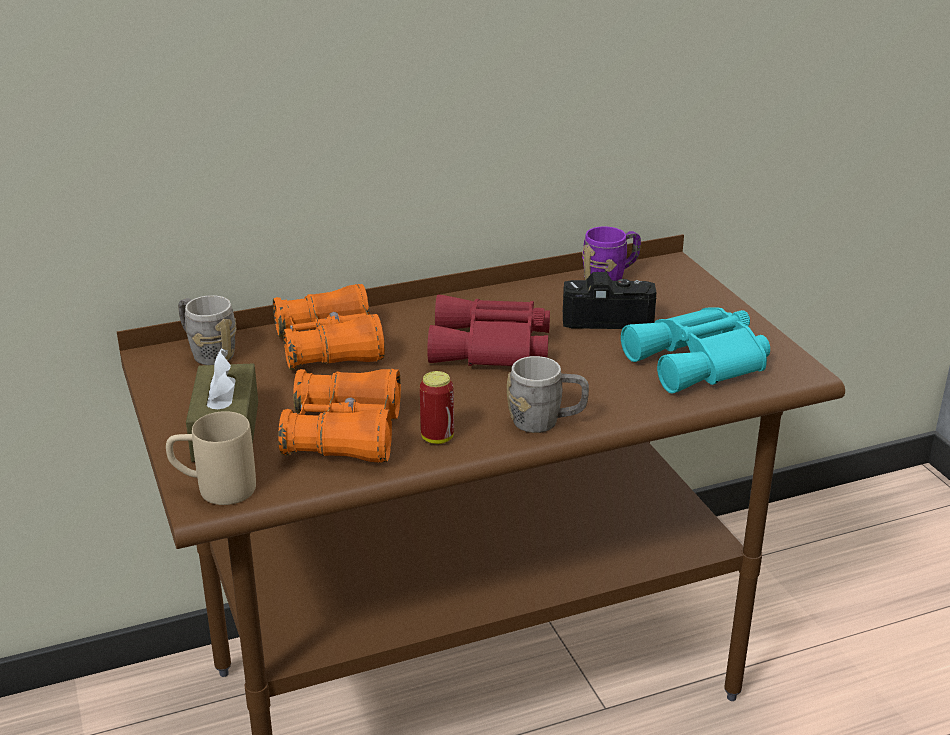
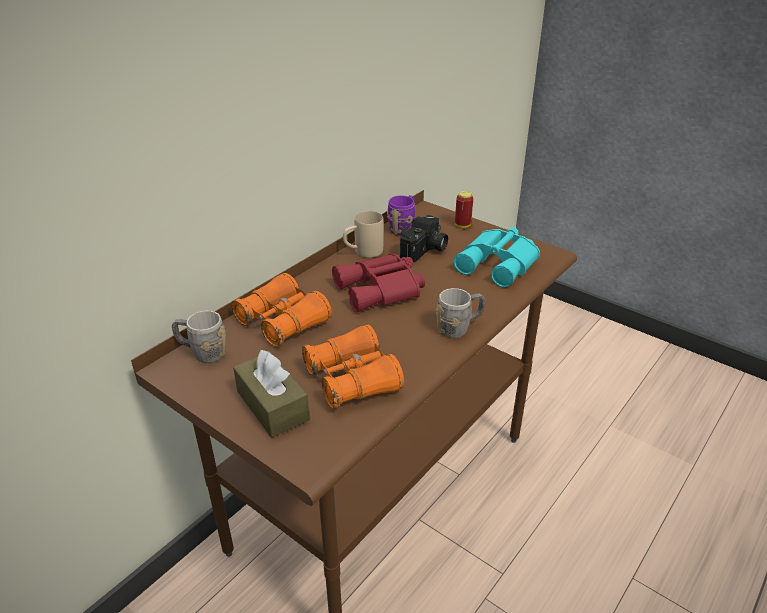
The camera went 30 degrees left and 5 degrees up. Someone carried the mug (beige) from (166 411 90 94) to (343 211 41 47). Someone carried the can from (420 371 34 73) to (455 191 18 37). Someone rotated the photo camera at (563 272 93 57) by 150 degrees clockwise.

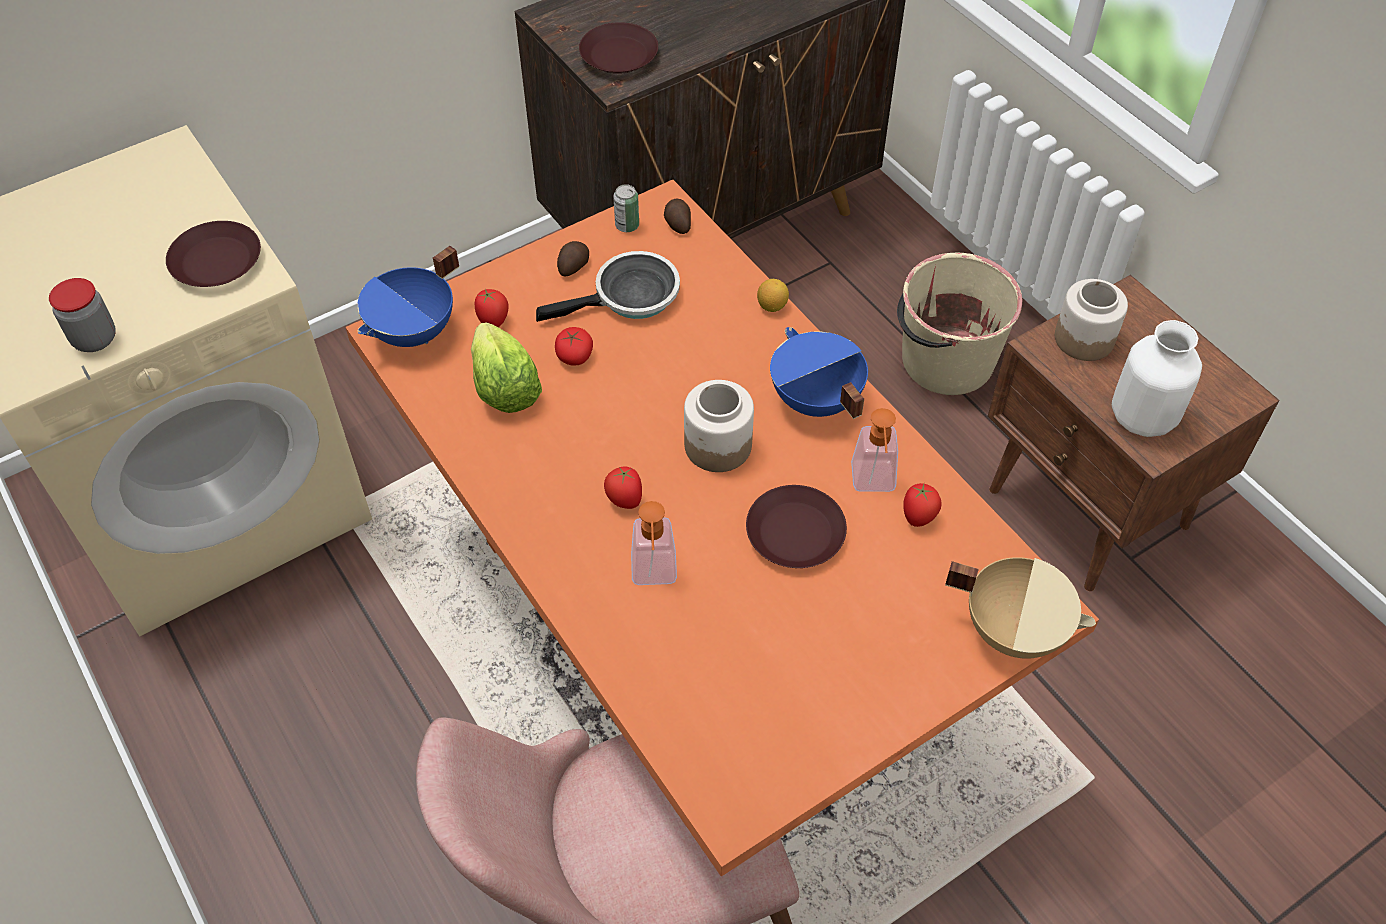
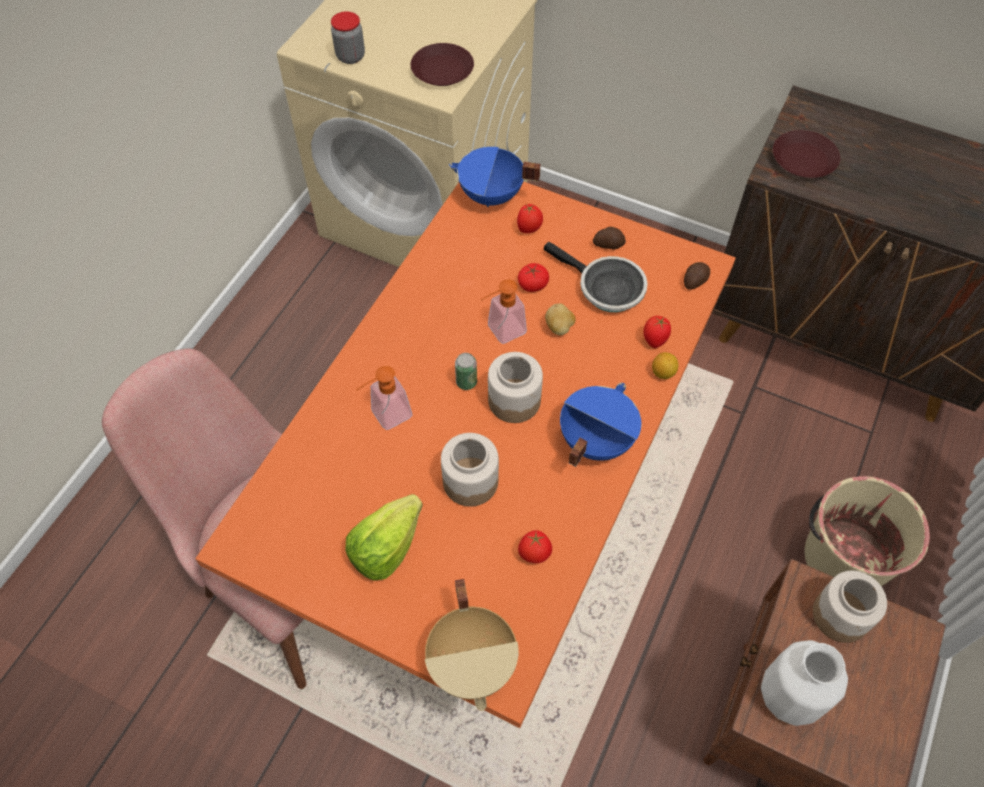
The camera went 60 degrees right and 5 degrees up. Someone carried the lettuce from (471 322 71 91) to (346 494 77 87). Someone carried the tomato from (604 466 38 43) to (643 316 28 32). Someone carried the can from (613 184 26 48) to (455 353 22 37). Someone swapped the plate (brown) at (746 485 101 83) for the jar at (441 433 58 74). Someone carried the soap dispenser from (851 408 47 84) to (481 279 46 65). Someone put down the potato at (545 303 31 32).

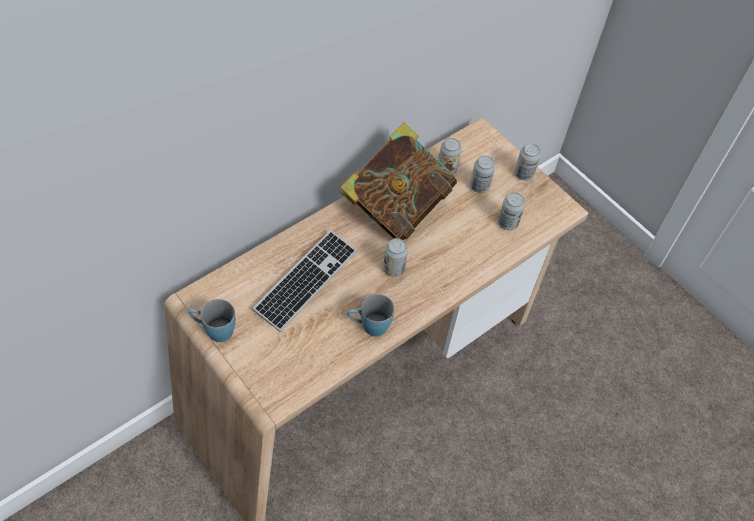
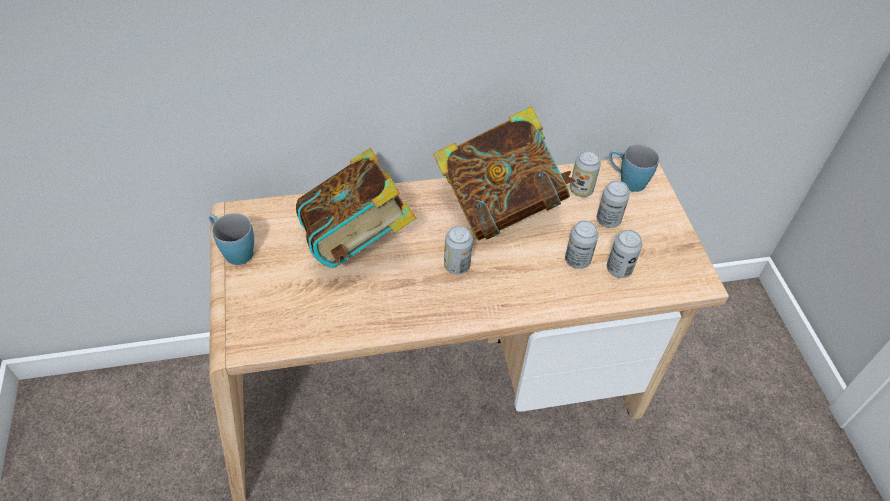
The camera went 30 degrees right and 5 degrees down. Someone swapped the keyboard at (253 230 104 102) for the book at (296 148 121 120). Someone carried the mug (blue) from (347 294 47 42) to (609 144 50 48). Someone carried the can from (514 143 27 38) to (565 220 34 49).

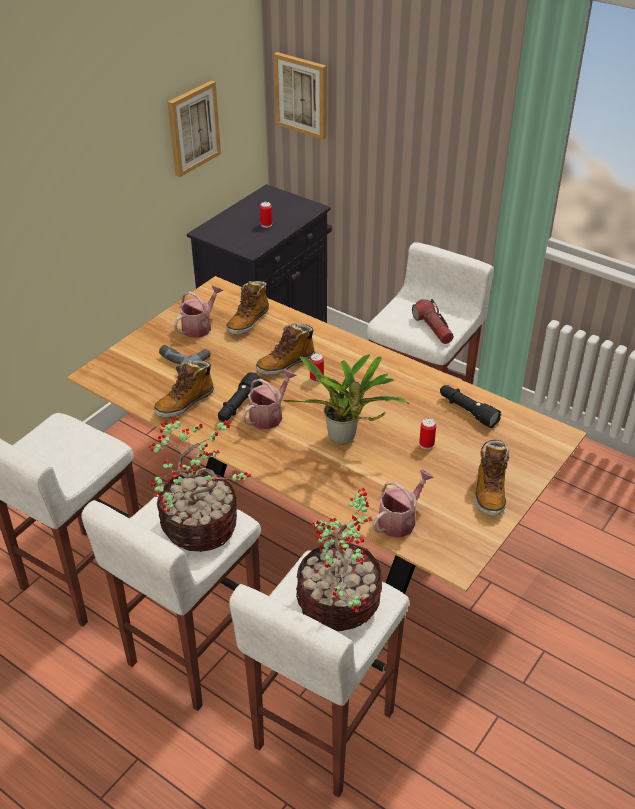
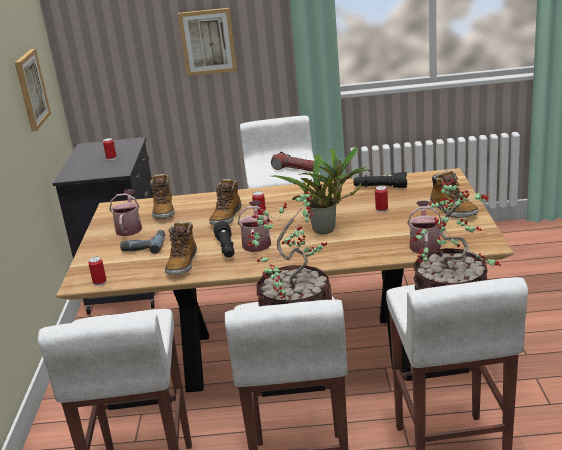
The camera went 35 degrees left and 15 degrees down. Someone carried the picture from (274 52 53 88) to (178 8 59 68). Someone put down the can at (88 256 19 30).

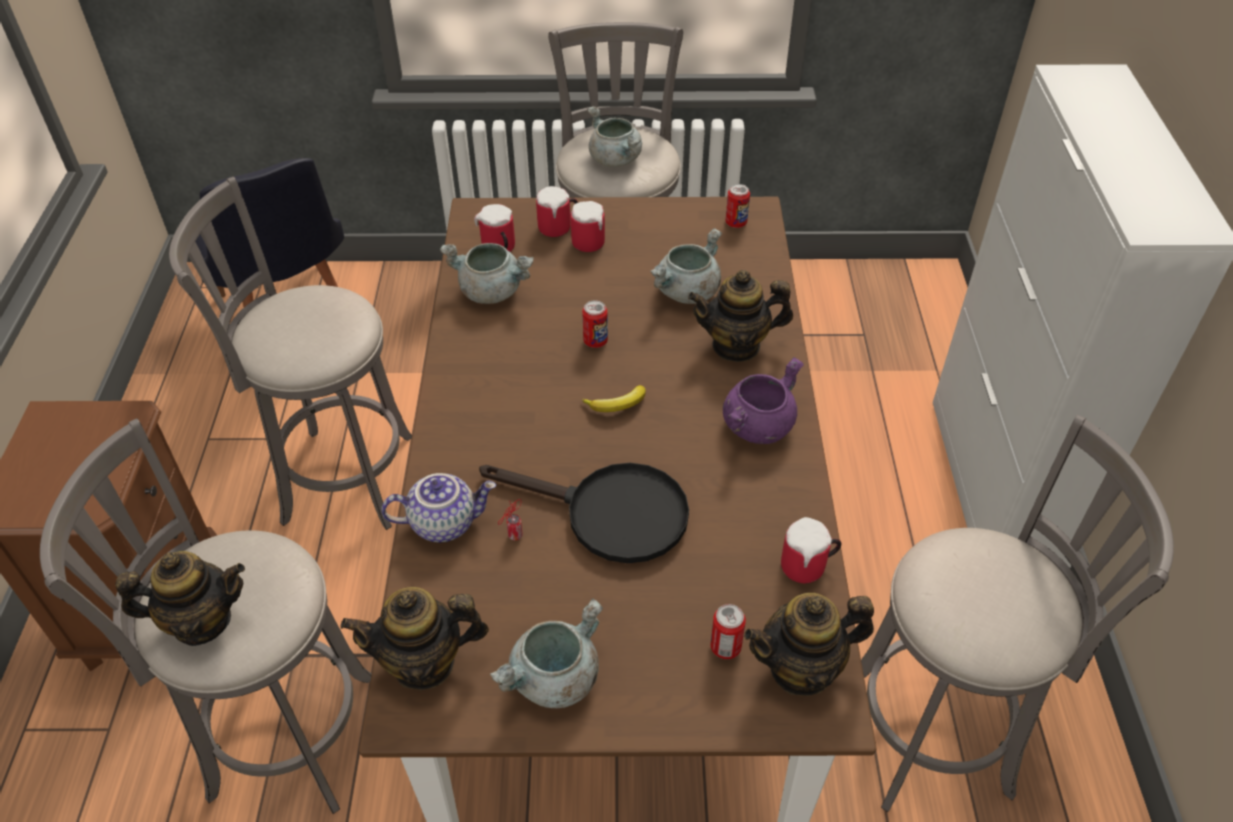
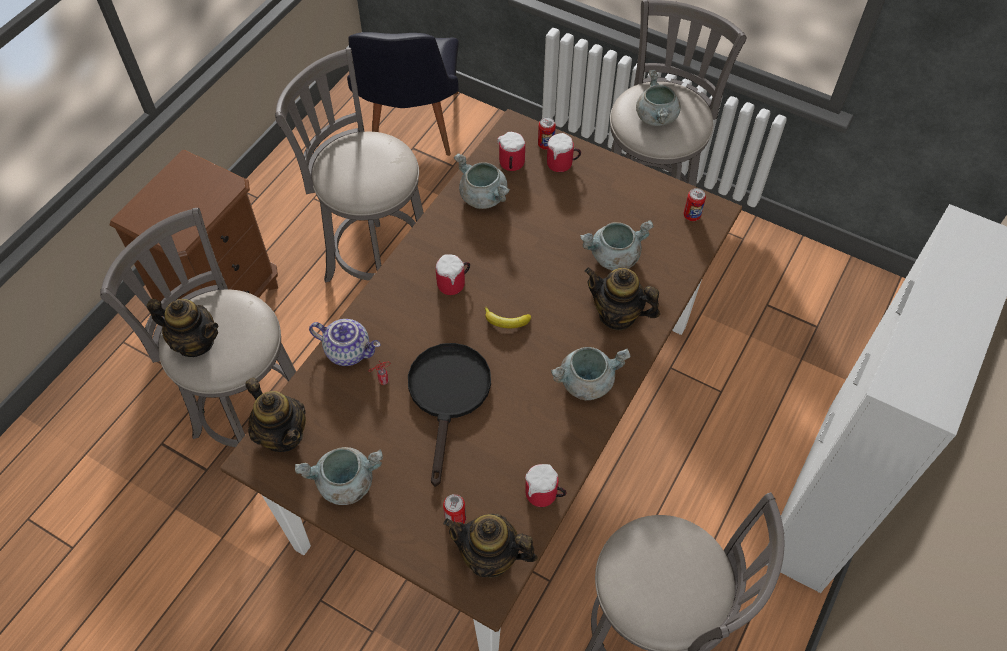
The camera went 30 degrees right and 10 degrees up. Someone rotated the teapot at (340 587 149 103) by 150 degrees counterclockwise. Someone rotated the frying pan (black) at (479 463 210 100) by 135 degrees counterclockwise. Someone carried the mug from (571 201 34 51) to (436 254 34 41). Someone carried the can from (582 300 26 48) to (538 117 18 33). Someone repainted the cooking pot (purple) at (723 357 80 87), which became the cooking pot (grey) at (551 347 79 53).

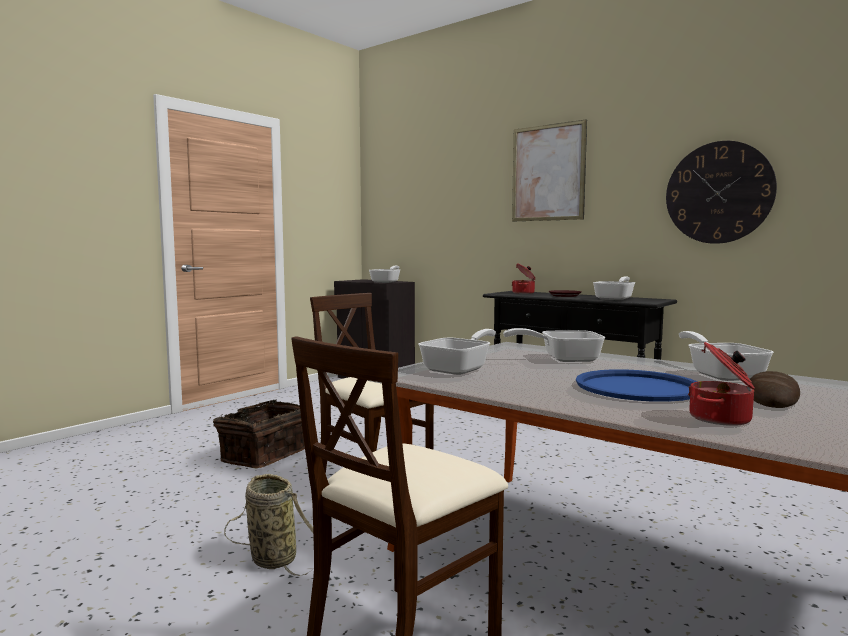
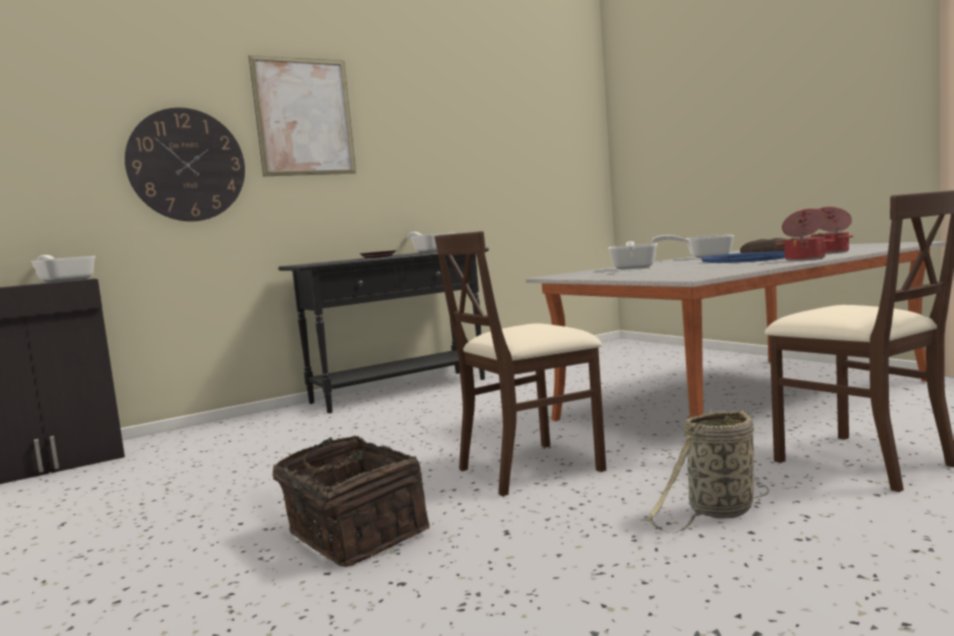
The camera went 70 degrees left and 0 degrees up. Someone took away the frying pan at (418 329 78 46). Someone carried the cooking pot from (512 264 23 30) to (776 209 58 52). Someone carried the wall clock from (666 141 111 103) to (125 108 120 114).

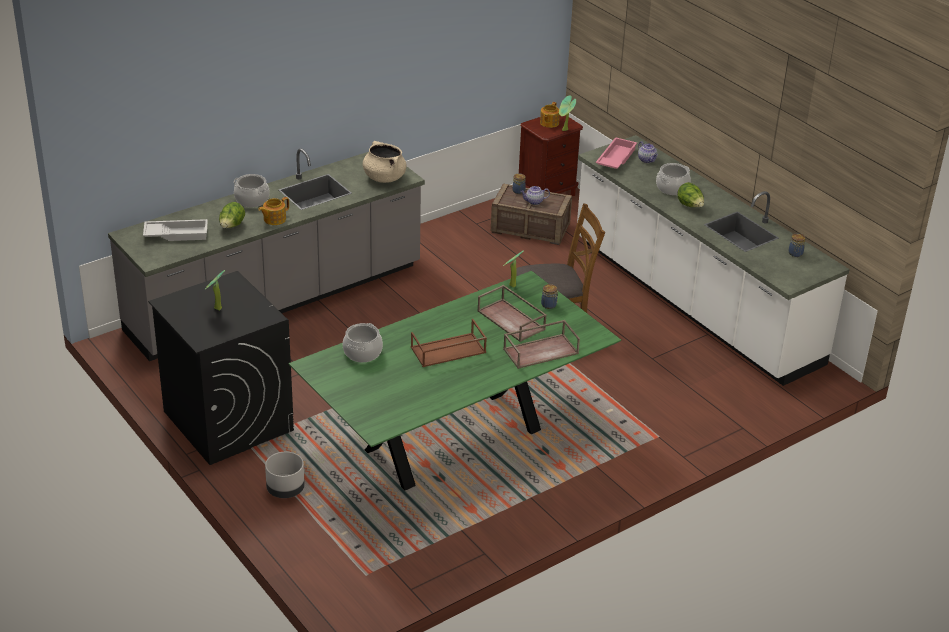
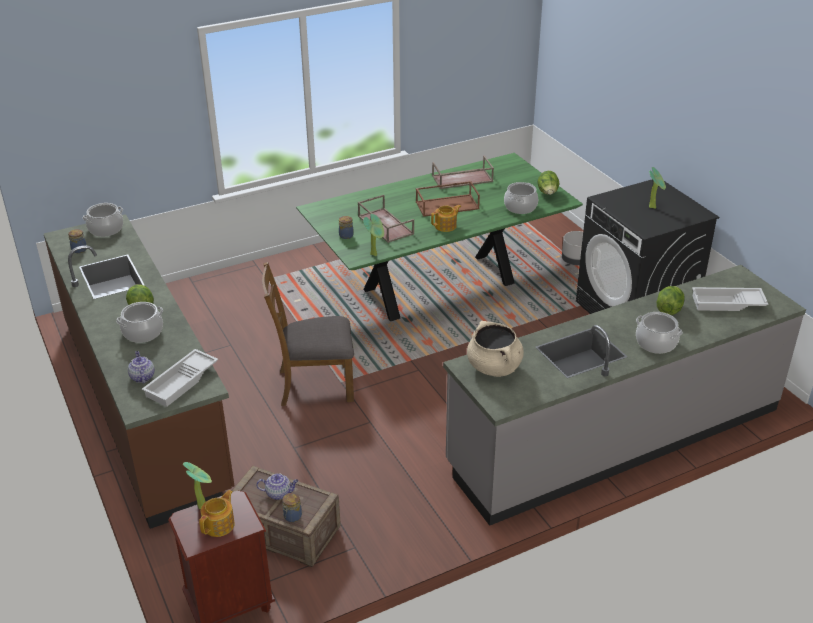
The camera went 170 degrees left and 0 degrees up. Someone carried the teapot from (258 197 31 28) to (431 205 30 27). Someone carried the tray (brown) from (503 320 77 49) to (432 155 62 34). Someone repainted the counter (white) at (577 135 273 251), which became the counter (brown) at (44 214 191 315). Someone repainted the tray (pink) at (596 137 41 32), which became the tray (white) at (142 349 76 58). Someone put down the cooking pot at (83 203 40 34). Someone put down the lettuce at (538 171 22 24).

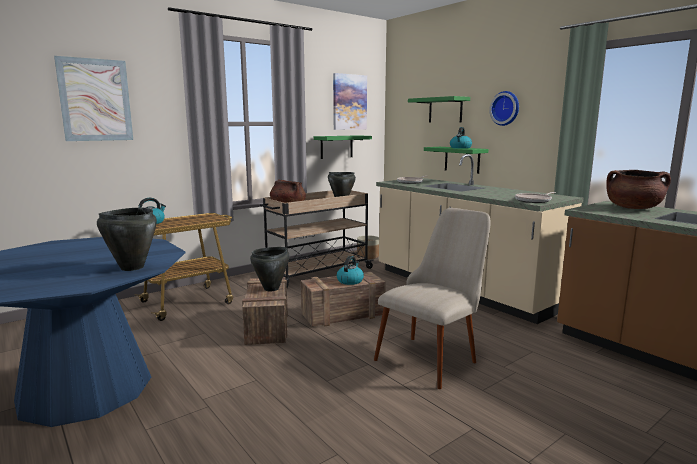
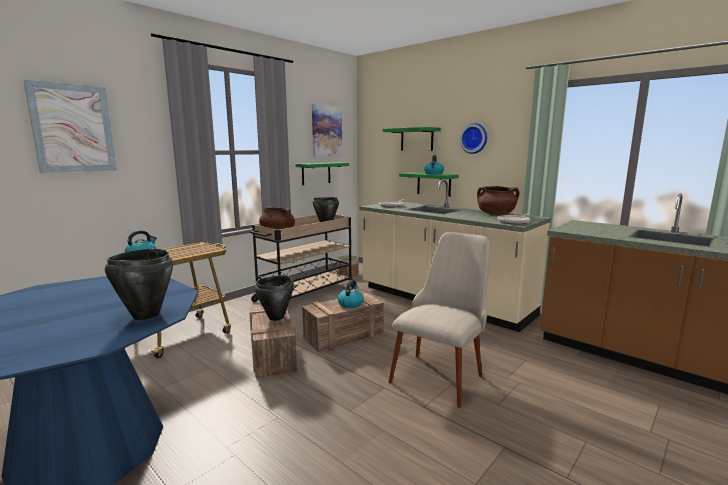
The camera went 10 degrees left and 0 degrees up. Someone carried the cooking pot (brown) from (606 170 65 39) to (477 186 42 29).

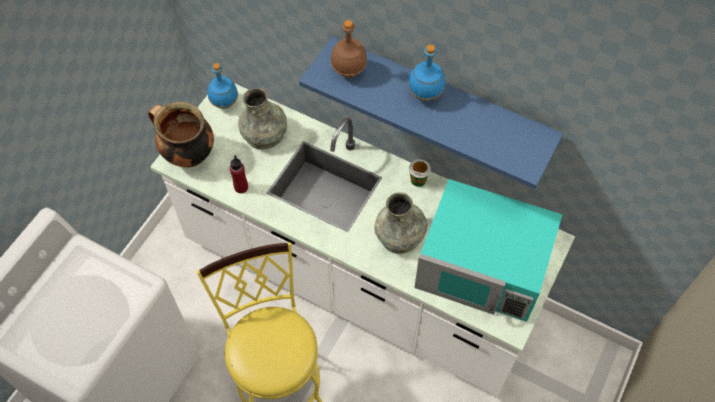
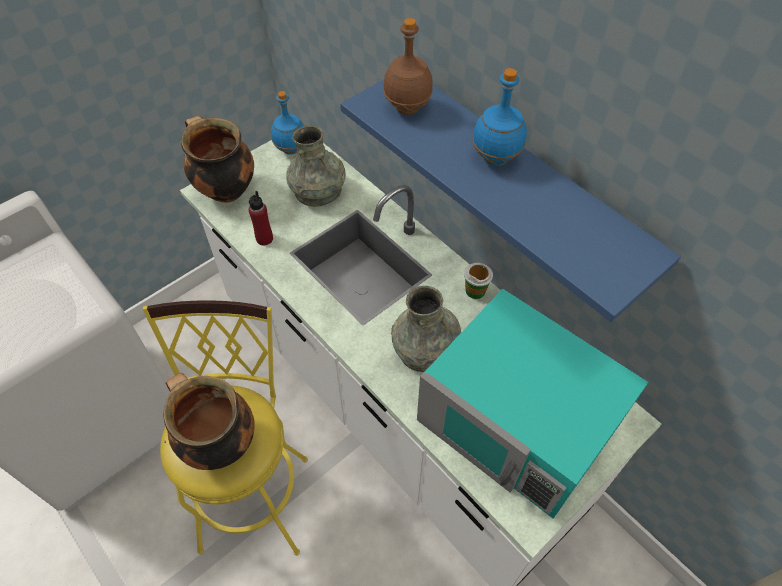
The camera went 20 degrees right and 5 degrees down. Someone put down the cooking pot at (163 373 92 97).

